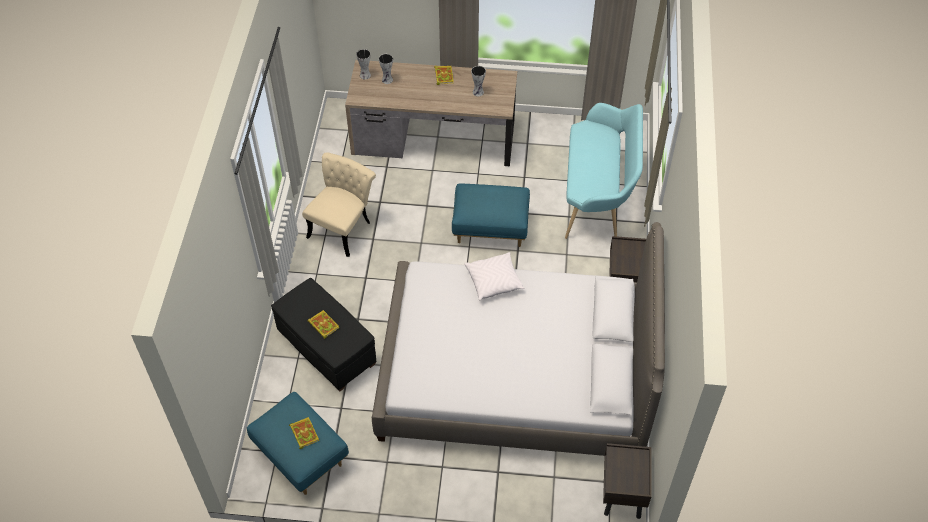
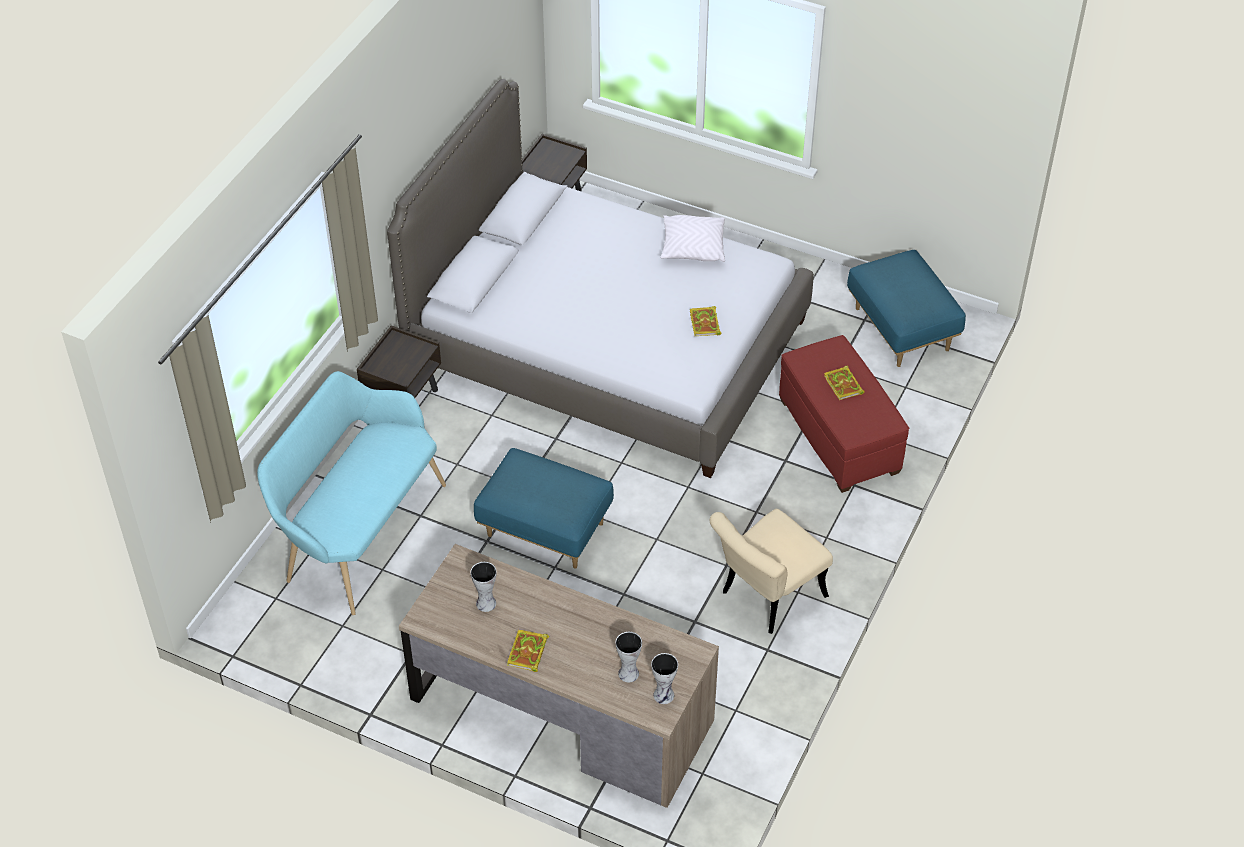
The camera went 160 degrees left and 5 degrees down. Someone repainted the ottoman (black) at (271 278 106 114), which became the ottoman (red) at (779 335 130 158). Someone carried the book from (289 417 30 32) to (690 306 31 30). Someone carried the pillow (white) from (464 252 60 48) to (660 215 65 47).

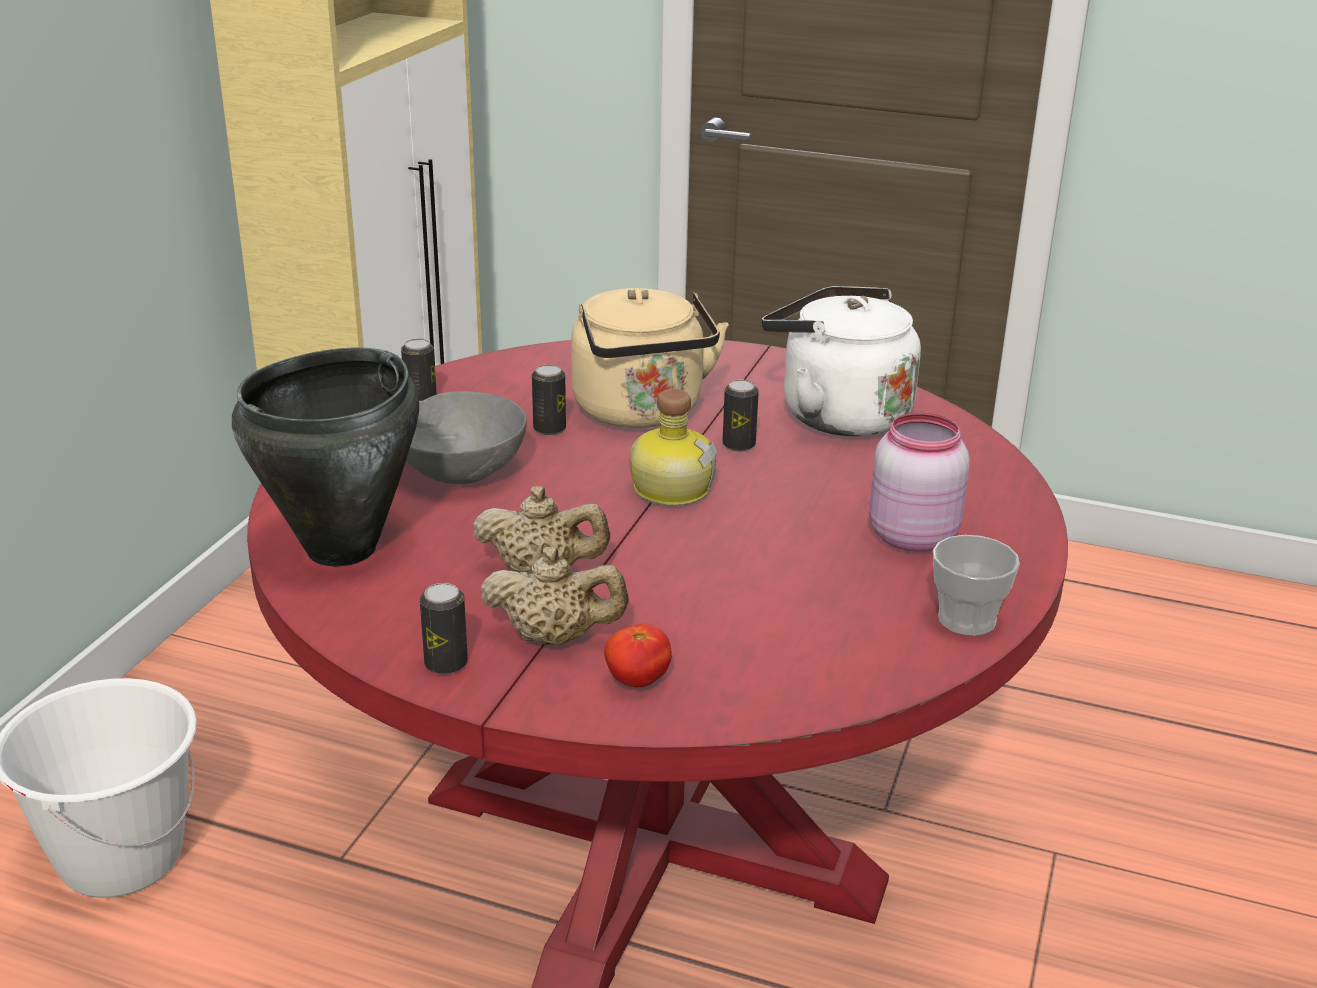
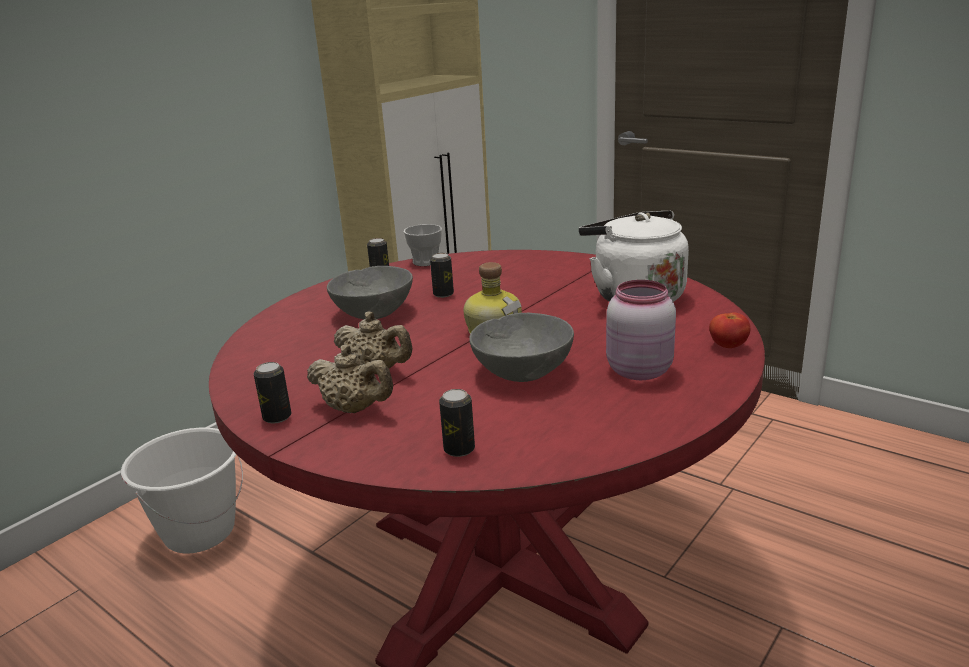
The camera went 20 degrees right and 5 degrees down. Someone took away the cooking pot (black) at (232 347 187 220). Someone took away the kettle (beige) at (571 288 158 140). Someone carried the tomato from (604 624 68 63) to (709 312 41 36). Someone carried the can from (722 380 37 71) to (439 389 36 68). Someone carried the cup from (933 535 87 101) to (404 224 38 42). Someone put down the bowl (grey) at (469 313 105 69).

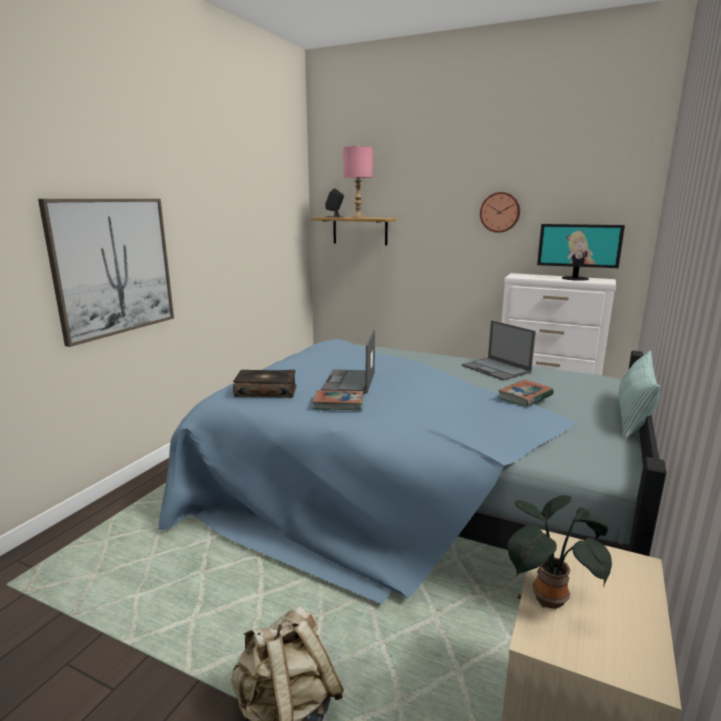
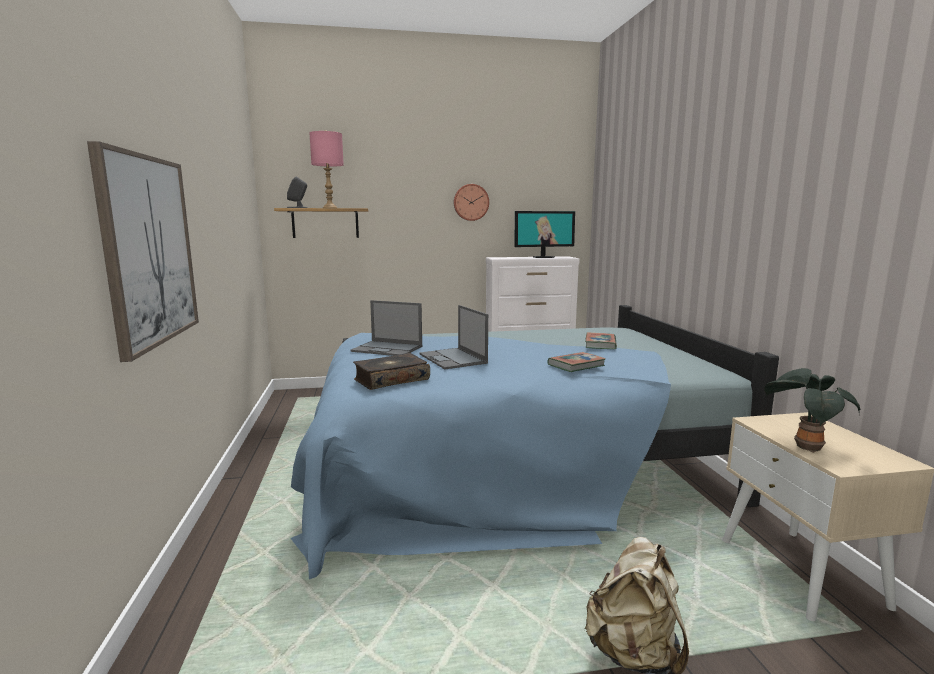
The camera went 35 degrees left and 5 degrees down. Someone carried the book from (313 390 50 21) to (547 352 59 20). Someone carried the laptop from (462 320 74 61) to (350 300 72 56). Someone took away the pillow at (619 351 41 88).

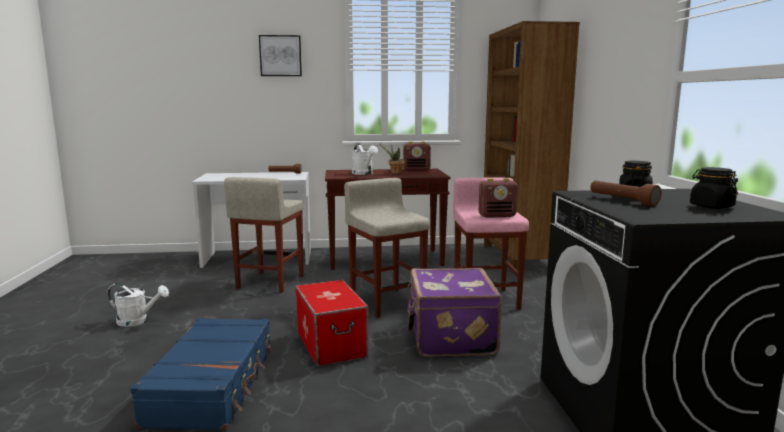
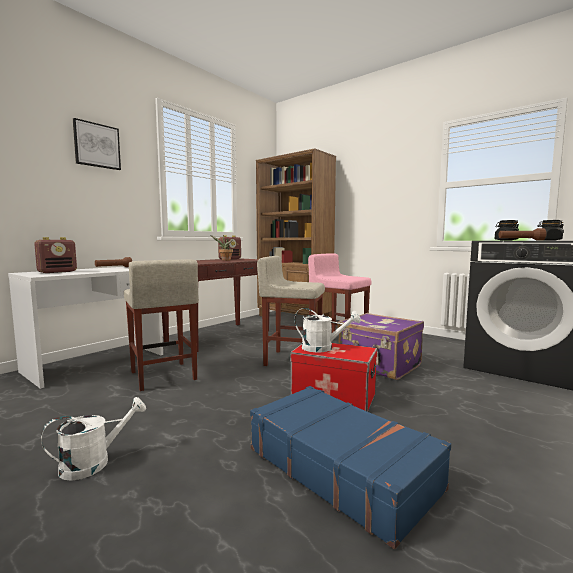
The camera went 45 degrees left and 5 degrees down. Someone carried the watering can (white) from (352 143 26 32) to (294 308 67 44). Someone carried the radio from (479 178 39 40) to (34 237 43 36).

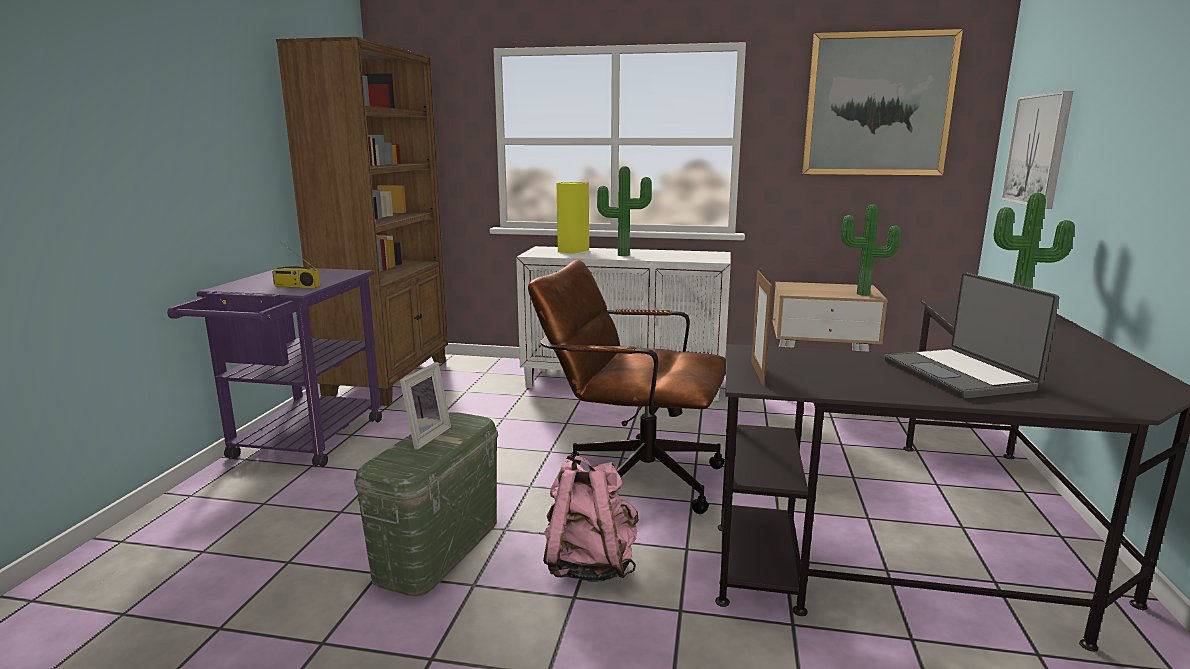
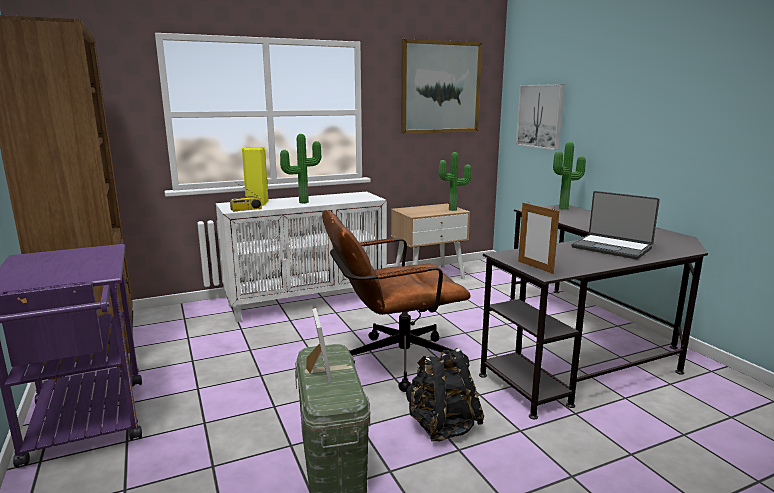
The camera went 35 degrees left and 0 degrees up. Someone carried the radio from (272 242 48 46) to (230 183 32 28). Someone repainted the backpack (pink) at (543 456 96 126), which became the backpack (black) at (406 348 78 94).

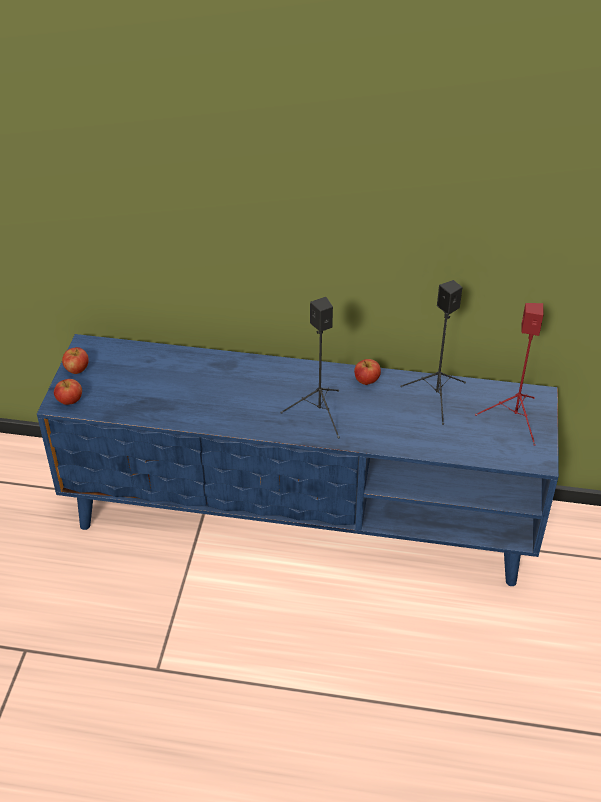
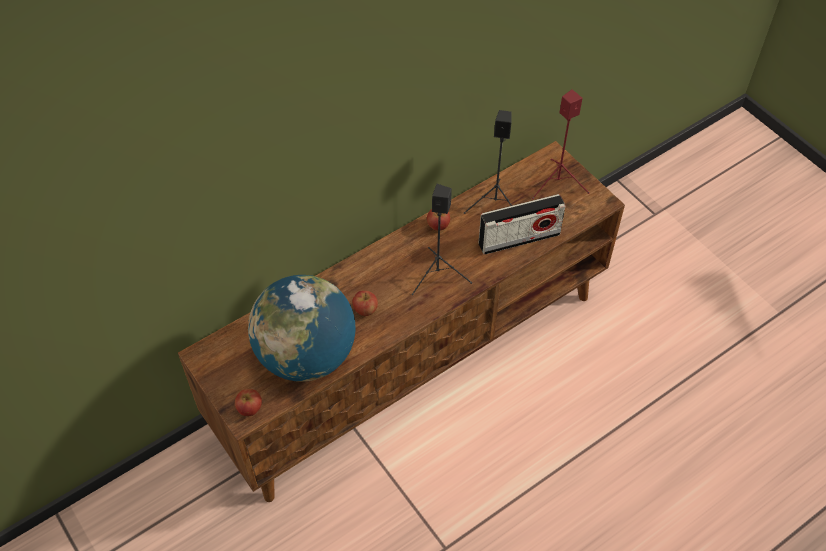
The camera went 45 degrees left and 10 degrees up. Someone repainted the tv stand (blue) at (37 334 522 252), which became the tv stand (brown) at (178 141 447 361). Someone carried the apple from (62 347 27 27) to (352 291 26 25). Someone put down the globe at (248 275 107 107). Someone put down the radio at (479 194 86 61).

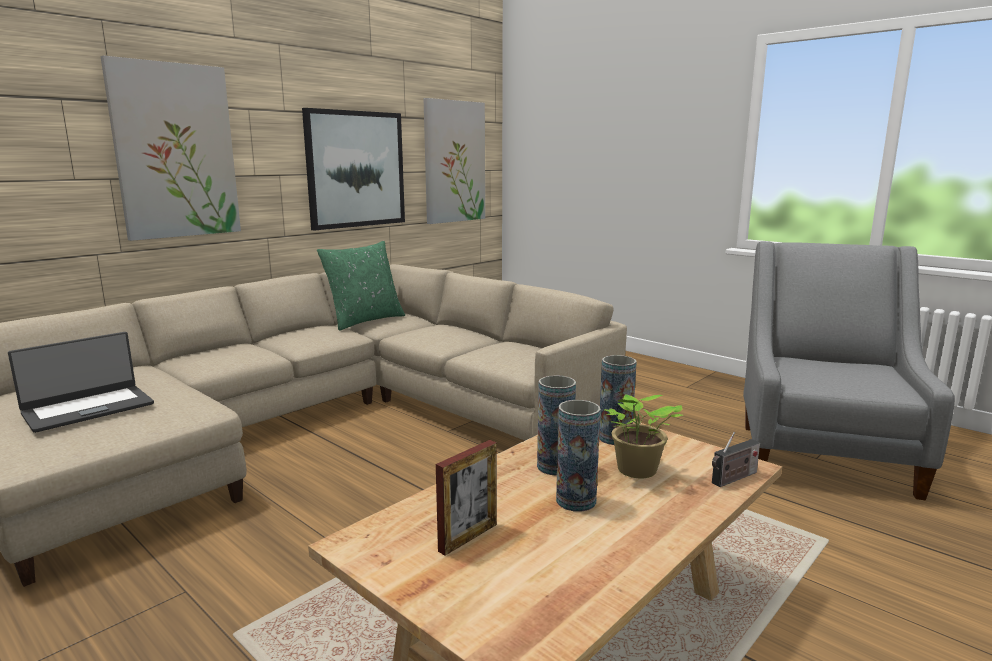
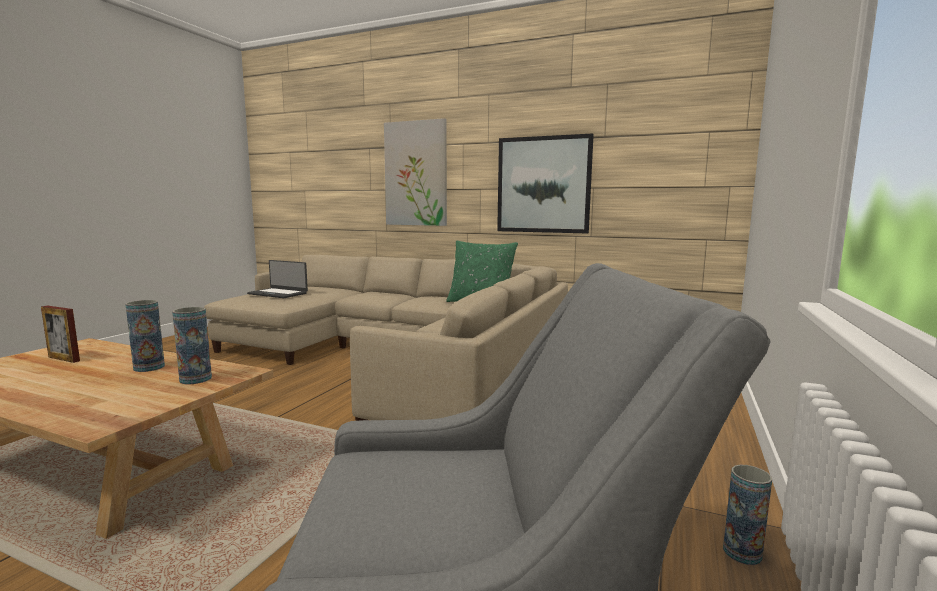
The camera went 70 degrees right and 5 degrees down. Someone took away the picture at (423 98 62 126). Someone carried the vase from (556 400 45 112) to (723 465 49 100). Someone took away the potted plant at (605 394 78 84). Someone took away the radio at (712 432 48 55).

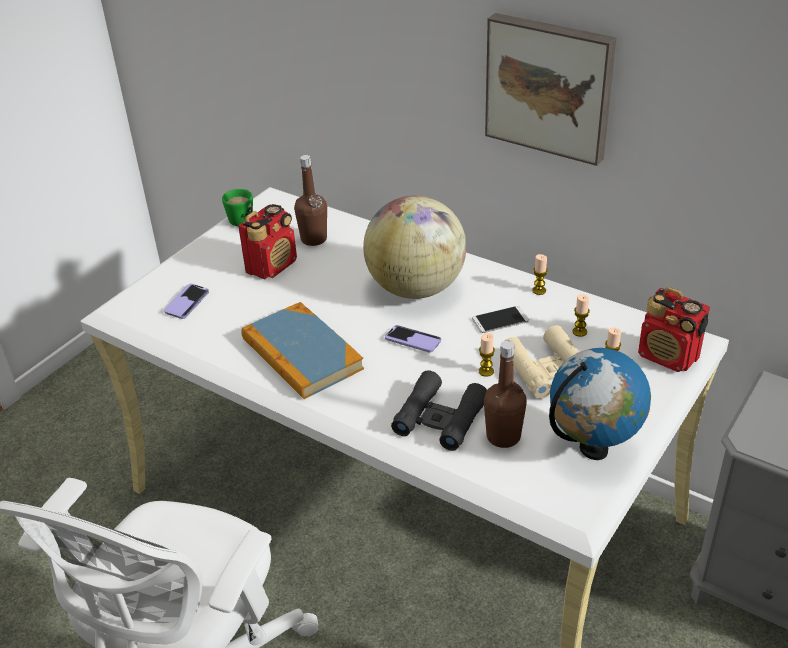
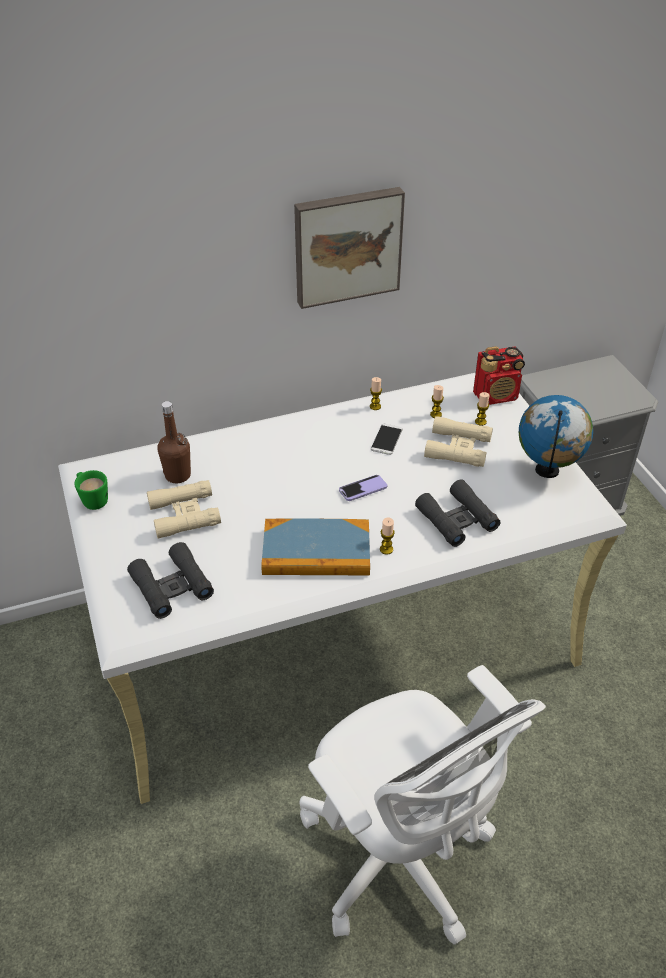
The camera went 55 degrees left and 5 degrees up. Someone swapped the phone at (164 283 45 36) for the binoculars (black) at (127 542 87 77). Someone swapped the radio at (238 204 59 75) for the binoculars (beige) at (147 480 74 58). Someone took away the globe at (363 195 103 104). Someone carried the candle from (479 333 16 44) to (380 517 15 38). Someone took away the bottle (brown) at (484 341 43 107).

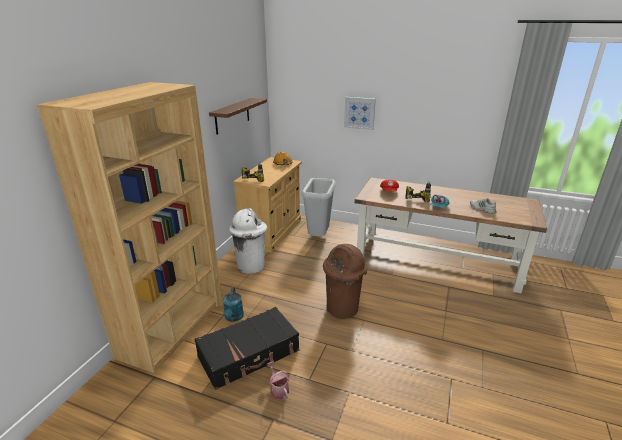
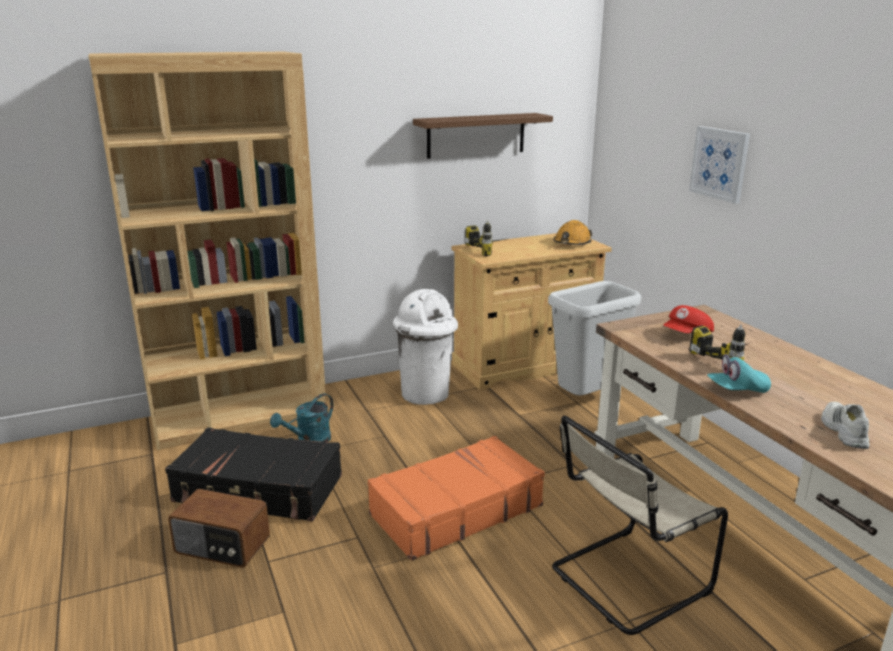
The camera went 45 degrees right and 5 degrees down. Someone swapped the watering can at (267 361 22 38) for the radio at (168 489 102 79). Someone swapped the trash can (brown) at (323 244 44 75) for the suitcase (orange) at (368 436 177 125). Someone put down the chair (beige) at (552 416 176 219).

